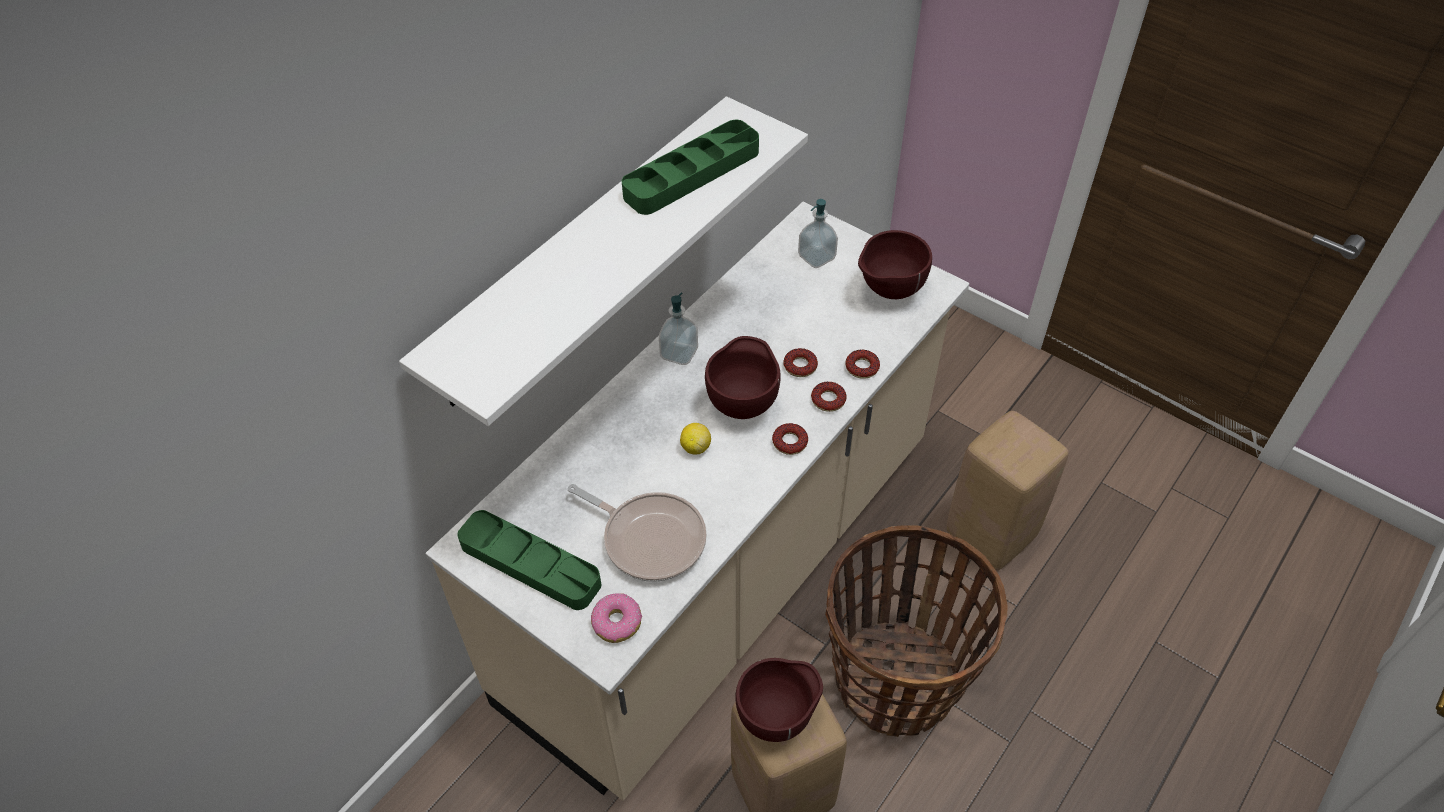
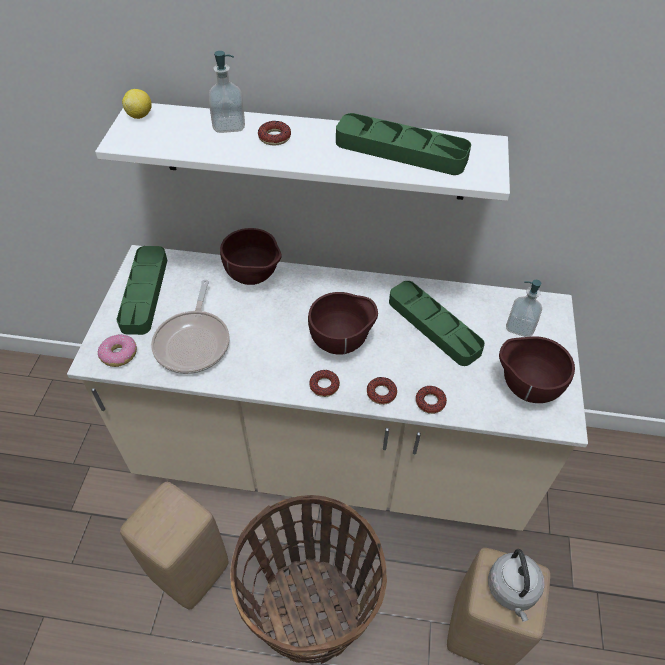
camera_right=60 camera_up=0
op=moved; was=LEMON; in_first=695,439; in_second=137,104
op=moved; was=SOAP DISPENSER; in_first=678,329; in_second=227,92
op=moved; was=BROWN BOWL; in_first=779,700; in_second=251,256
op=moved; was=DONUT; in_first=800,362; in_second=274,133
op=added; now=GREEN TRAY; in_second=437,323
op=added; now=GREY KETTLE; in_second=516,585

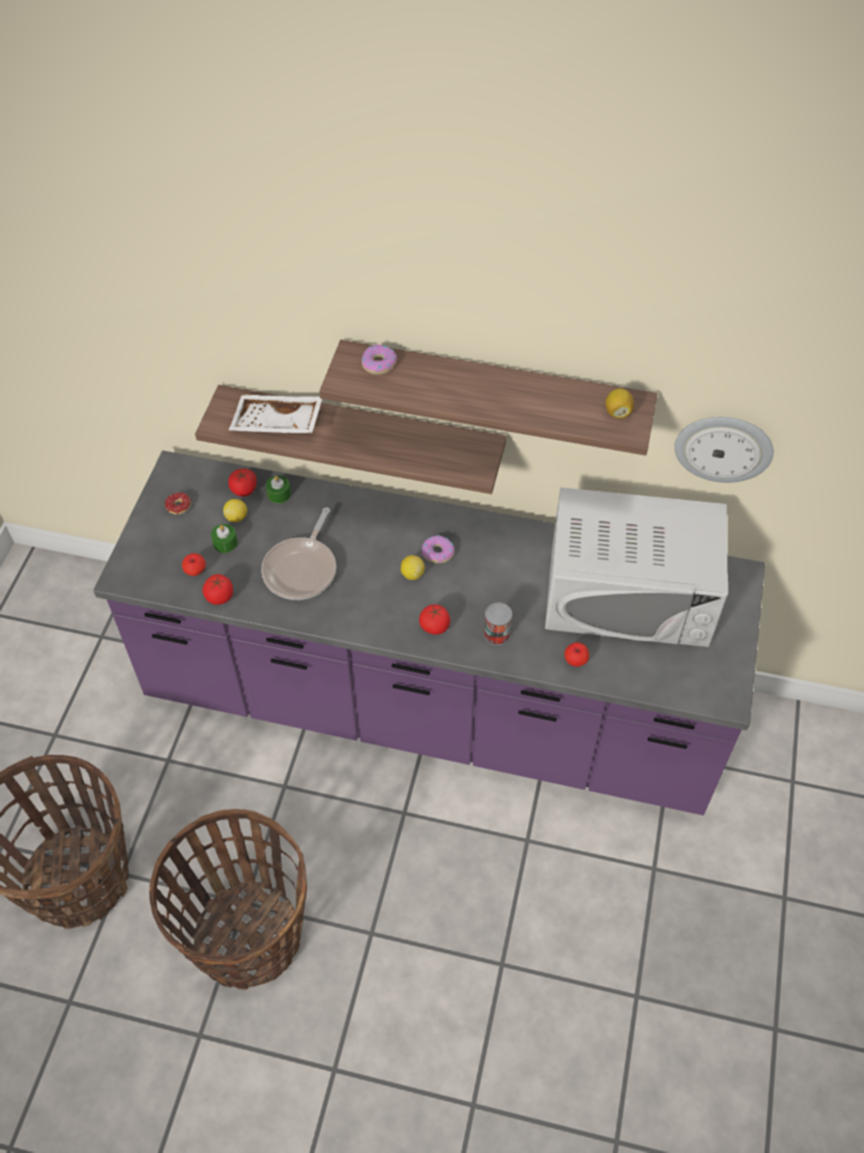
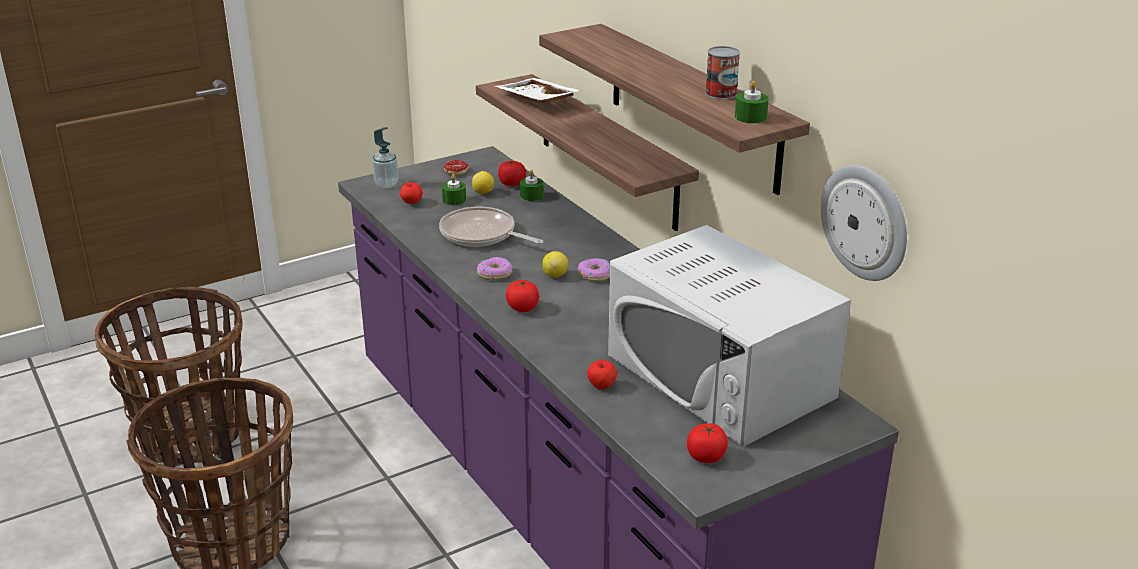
camera_right=45 camera_up=-25
op=added; now=SOAP DISPENSER; in_second=385,157
op=turned; was=FRYING PAN; in_first=298,554; in_second=491,227; clockwise=60
op=moved; was=DONUT; in_first=379,359; in_second=494,268
op=moved; was=TOMATO; in_first=217,589; in_second=707,443
op=moved; was=CAN; in_first=498,623; in_second=722,72
op=replaced; was=LEMON; now=GREEN CANDLE; in_first=619,403; in_second=752,102

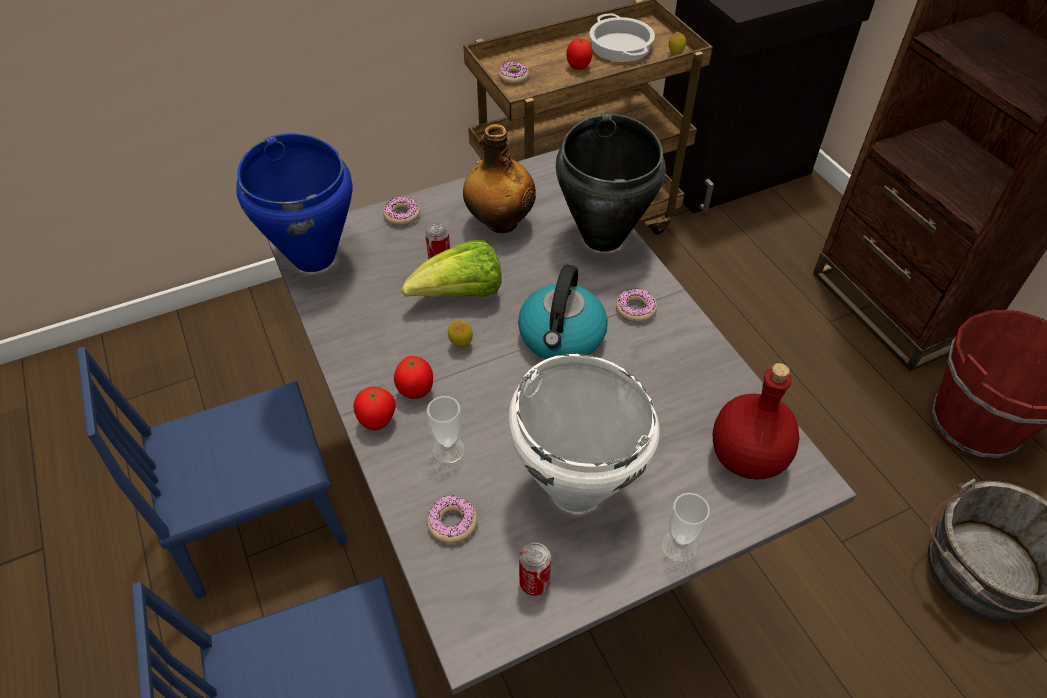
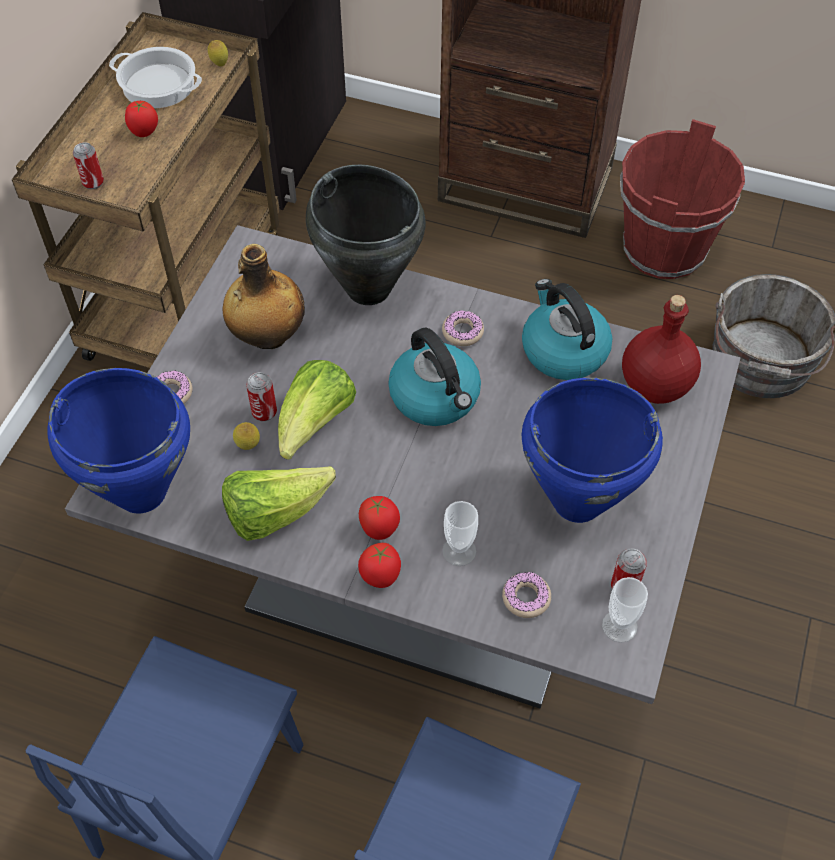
camera_right=-45 camera_up=5
op=replaced; was=DONUT; now=CAN; in_first=514,73; in_second=88,165
op=added; now=LETTUCE; in_second=279,503
op=moved; was=LEMON; in_first=460,333; in_second=246,436
op=added; now=KETTLE; in_second=567,329
op=recoloured; was=WHITE COOKING POT; now=BLUE COOKING POT; in_first=584,433; in_second=592,450
op=moved; was=CUP; in_first=685,528; in_second=625,610

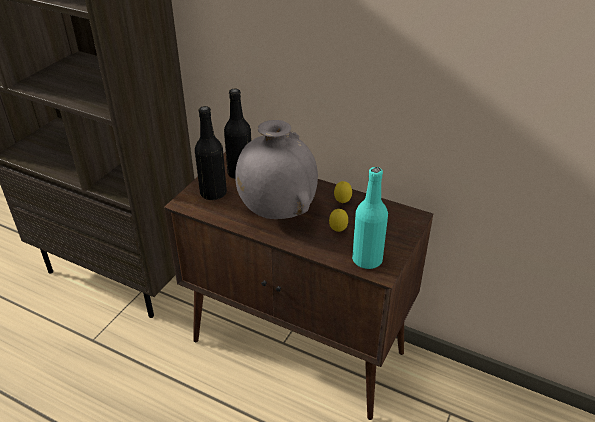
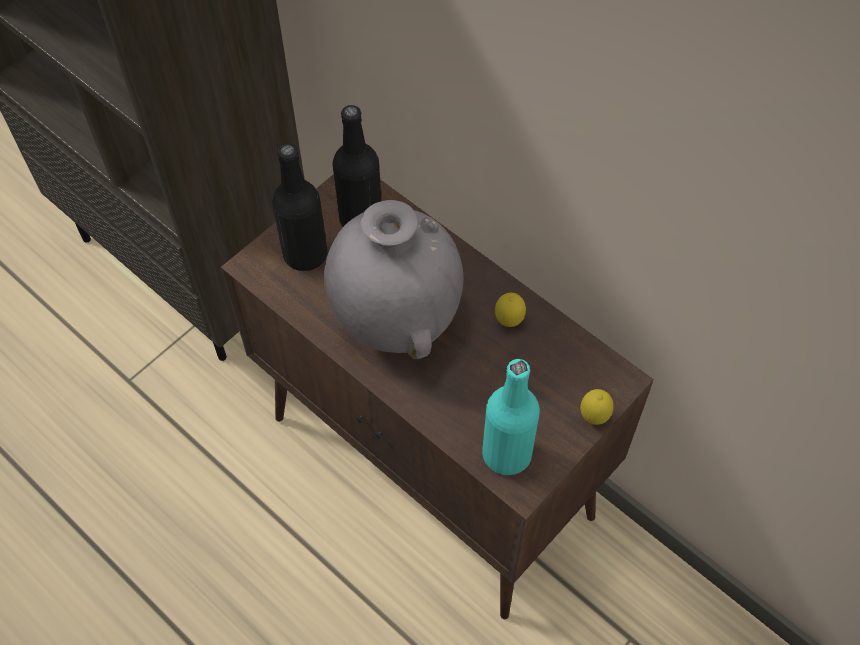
camera_right=15 camera_up=20
op=moved; was=LEMON; in_first=338,220; in_second=597,407

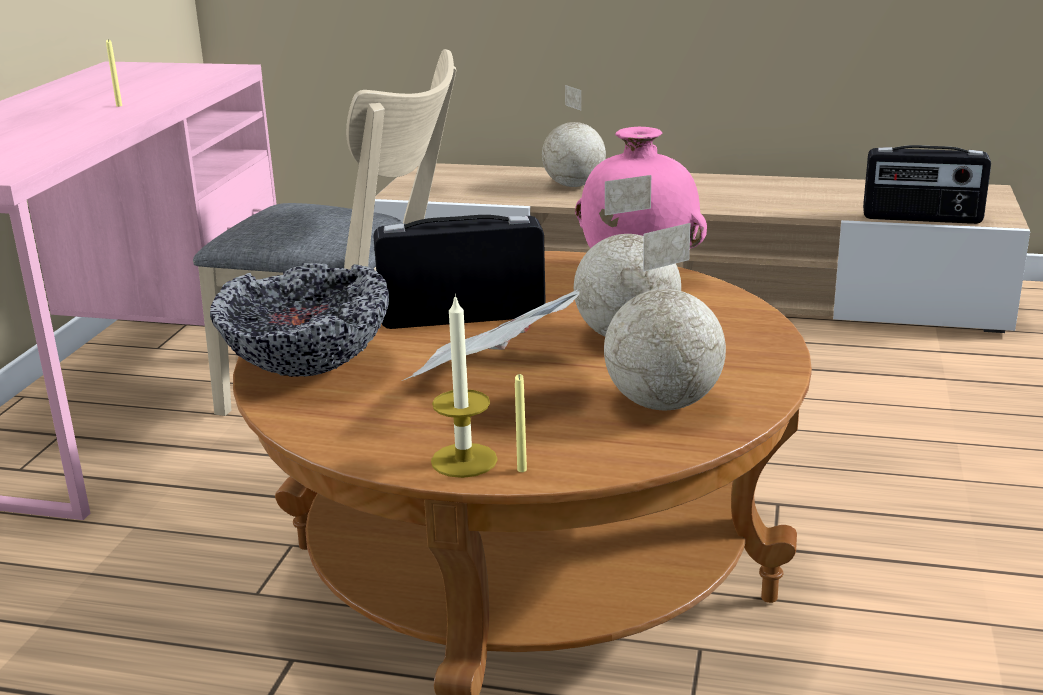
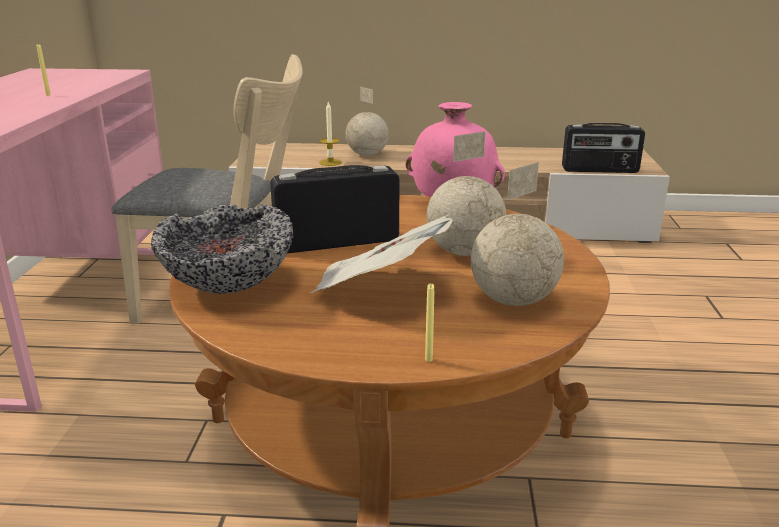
camera_right=-10 camera_up=0
op=moved; was=CANDLE; in_first=464,386; in_second=330,134

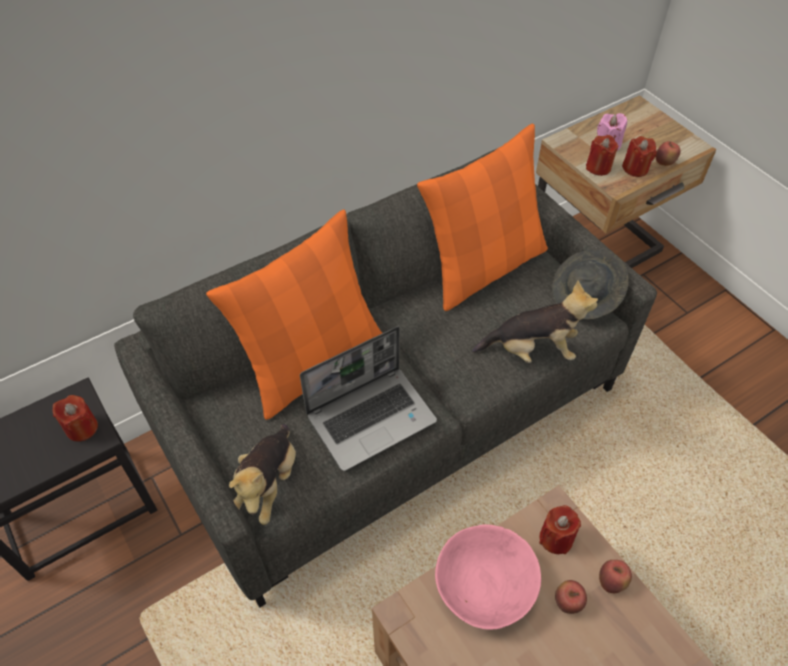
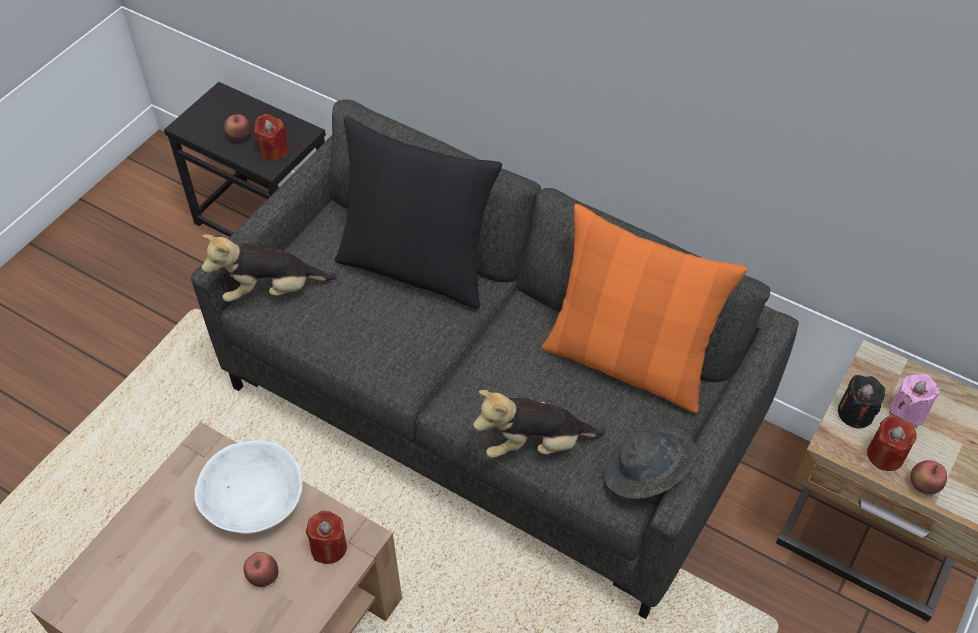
camera_right=65 camera_up=0
op=recoloured; was=PINK BOWL; now=WHITE BOWL; in_first=488,577; in_second=248,487
op=moved; was=APPLE; in_first=615,576; in_second=237,127
op=recoloured; was=ORANGE PILLOW; now=BLACK PILLOW; in_first=294,314; in_second=418,213
op=turned; was=PLUSH TOY; in_first=535,322; in_second=539,424; clockwise=105
op=recoloured; was=RED CANDLE; now=BLACK CANDLE; in_first=602,155; in_second=861,401
op=removed; was=LAPTOP; in_first=368,398

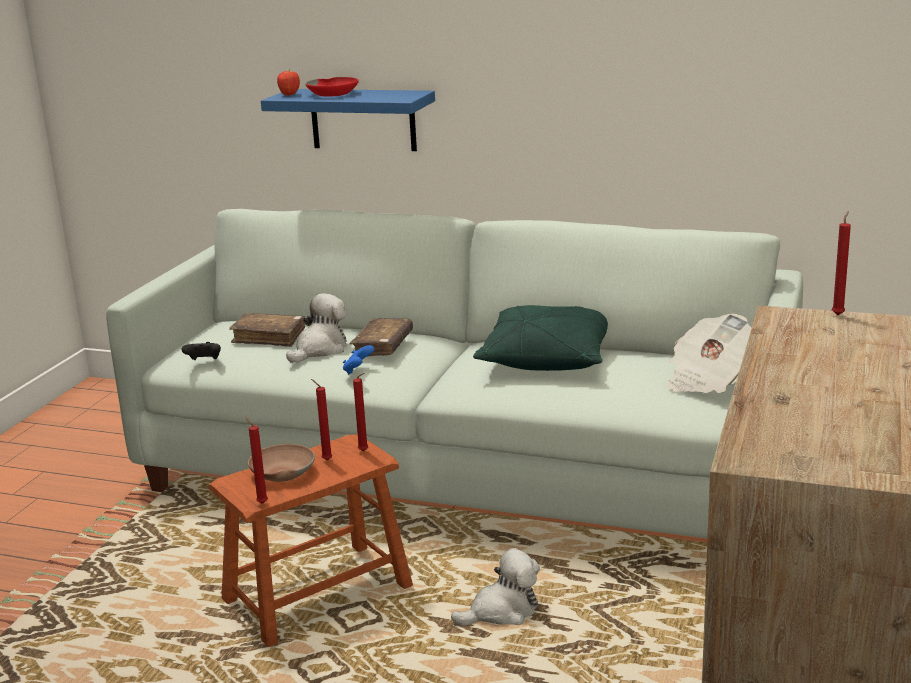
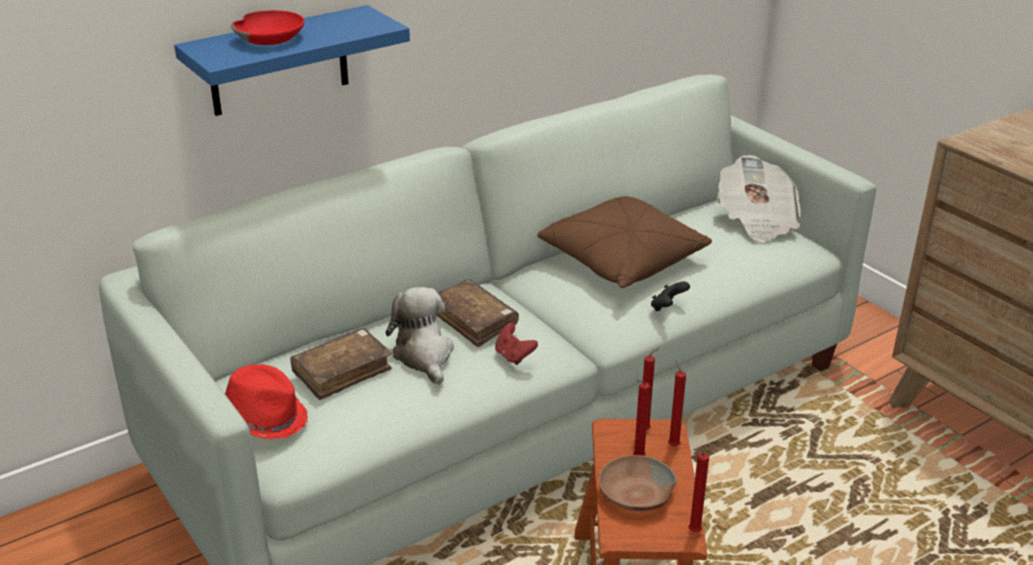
camera_right=-55 camera_up=10
op=added; now=RED HAT; in_second=266,402
op=recoloured; was=BLUE GAME CONTROLLER; now=RED GAME CONTROLLER; in_first=358,360; in_second=516,344
op=recoloured; was=GREEN PILLOW; now=BROWN PILLOW; in_first=540,338; in_second=624,242
op=moved; was=BLACK GAME CONTROLLER; in_first=201,351; in_second=670,296
op=moved; was=RED CANDLE; in_first=841,263; in_second=677,403
op=removed; was=APPLE; in_first=288,82
op=removed; was=PLUSH TOY; in_first=495,587

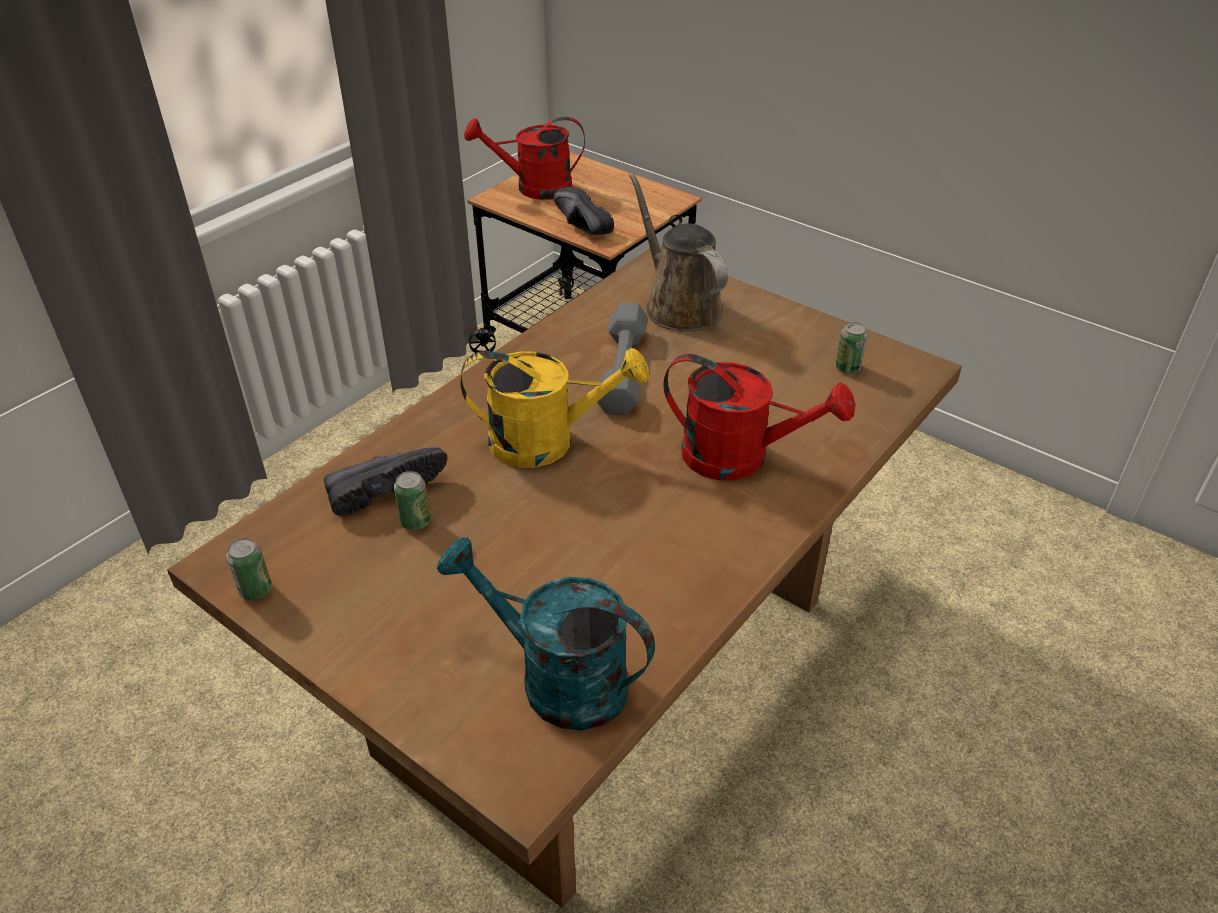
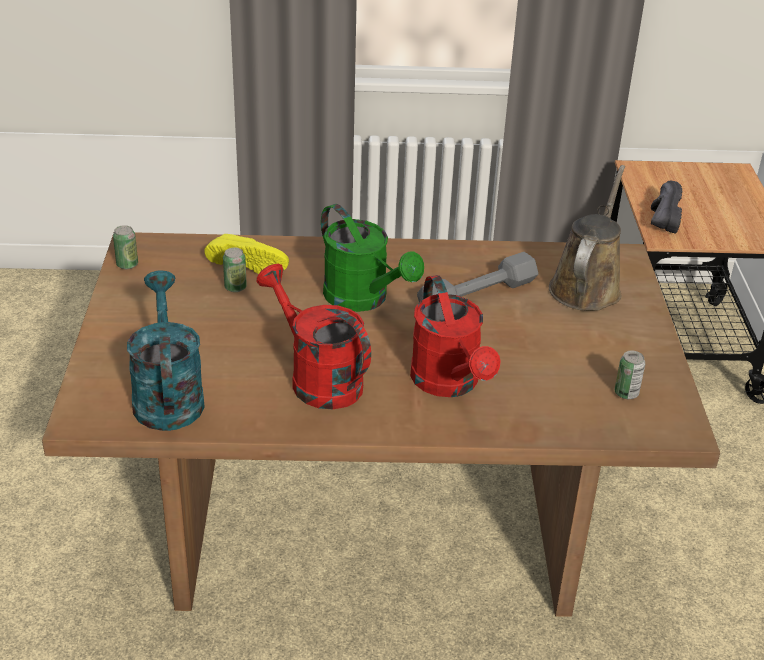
camera_right=50 camera_up=-5
op=recoloured; was=BLACK SHOE; now=YELLOW SHOE; in_first=386,481; in_second=246,254
op=moved; was=RED WATERING CAN; in_first=524,158; in_second=313,336
op=recoloured; was=YELLOW WATERING CAN; now=GREEN WATERING CAN; in_first=554,408; in_second=372,258

